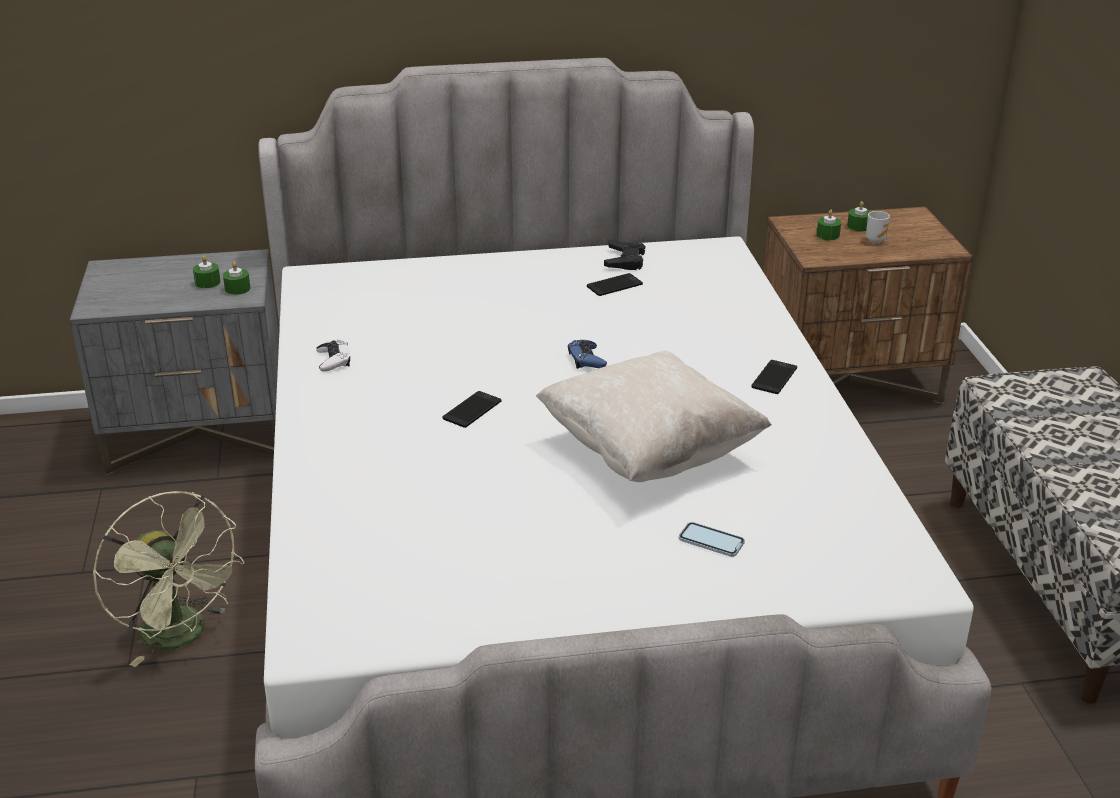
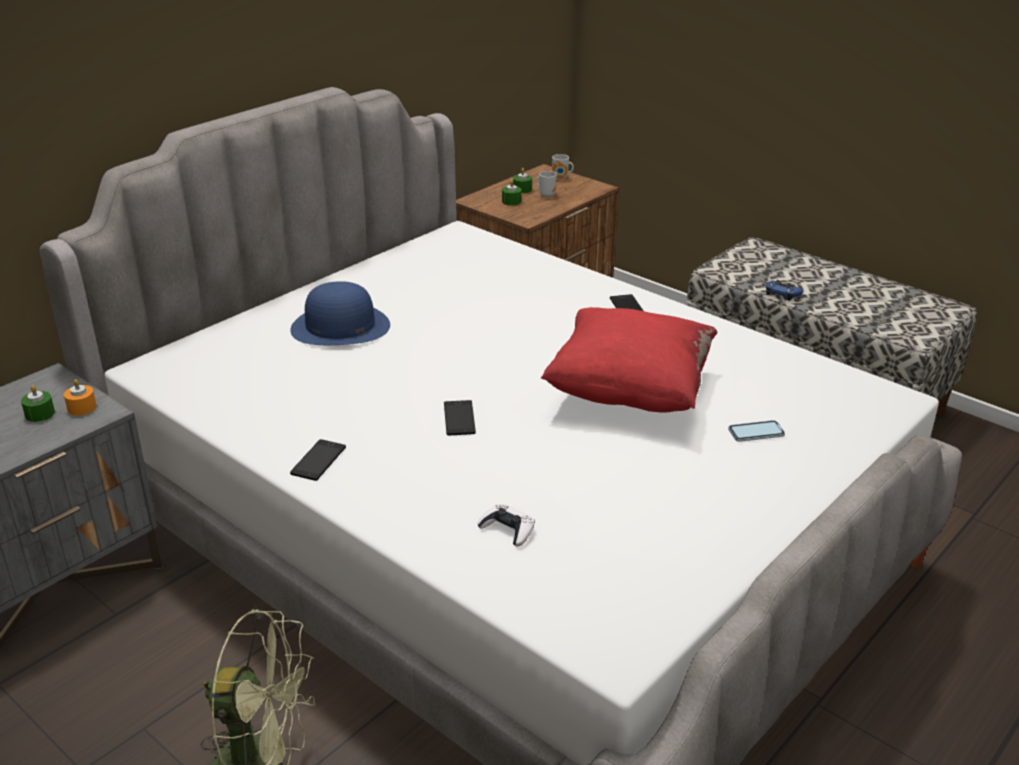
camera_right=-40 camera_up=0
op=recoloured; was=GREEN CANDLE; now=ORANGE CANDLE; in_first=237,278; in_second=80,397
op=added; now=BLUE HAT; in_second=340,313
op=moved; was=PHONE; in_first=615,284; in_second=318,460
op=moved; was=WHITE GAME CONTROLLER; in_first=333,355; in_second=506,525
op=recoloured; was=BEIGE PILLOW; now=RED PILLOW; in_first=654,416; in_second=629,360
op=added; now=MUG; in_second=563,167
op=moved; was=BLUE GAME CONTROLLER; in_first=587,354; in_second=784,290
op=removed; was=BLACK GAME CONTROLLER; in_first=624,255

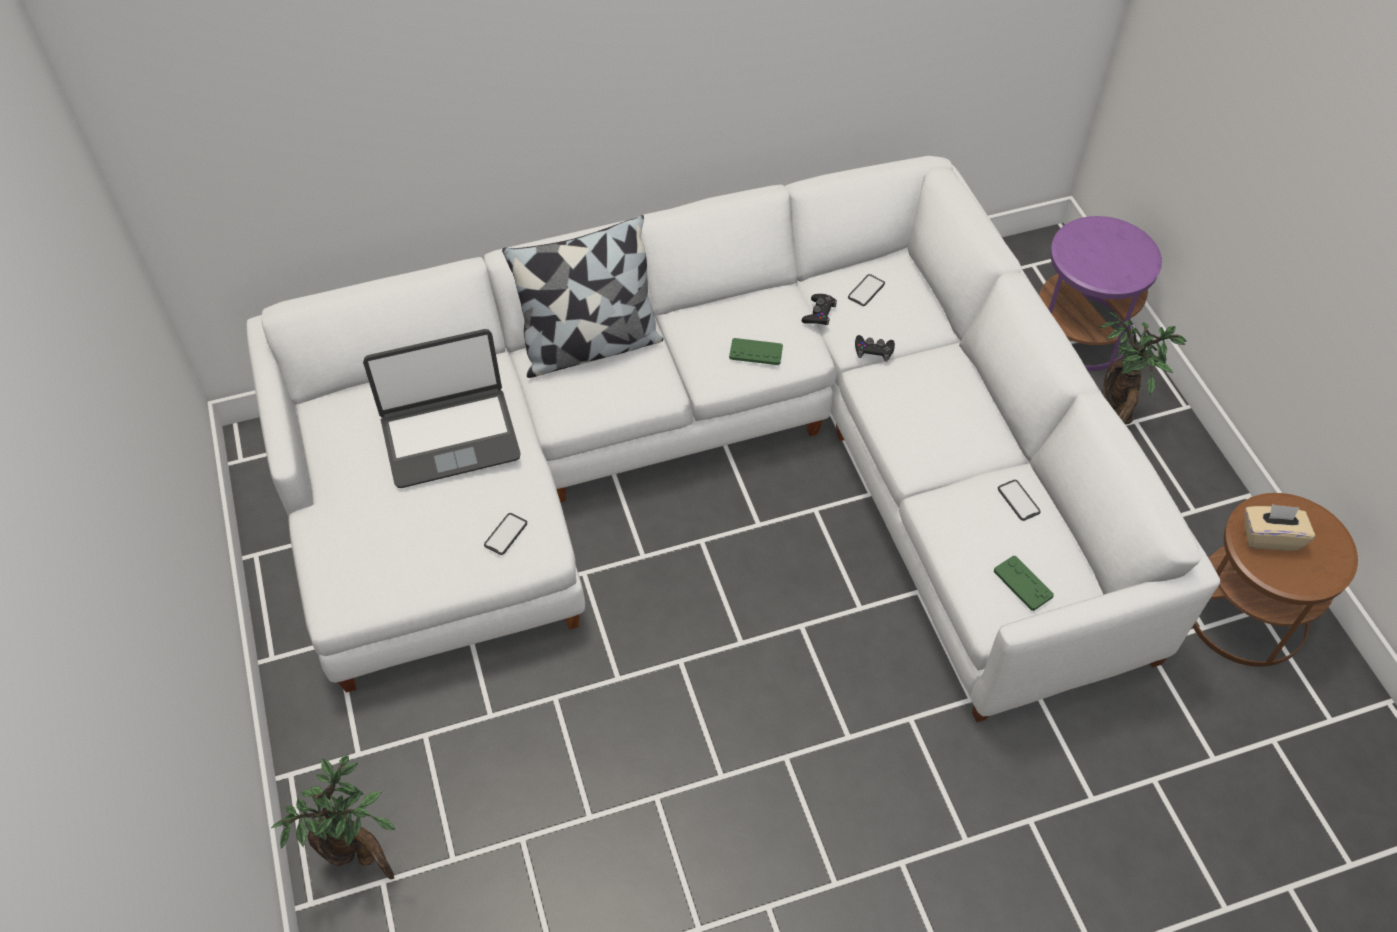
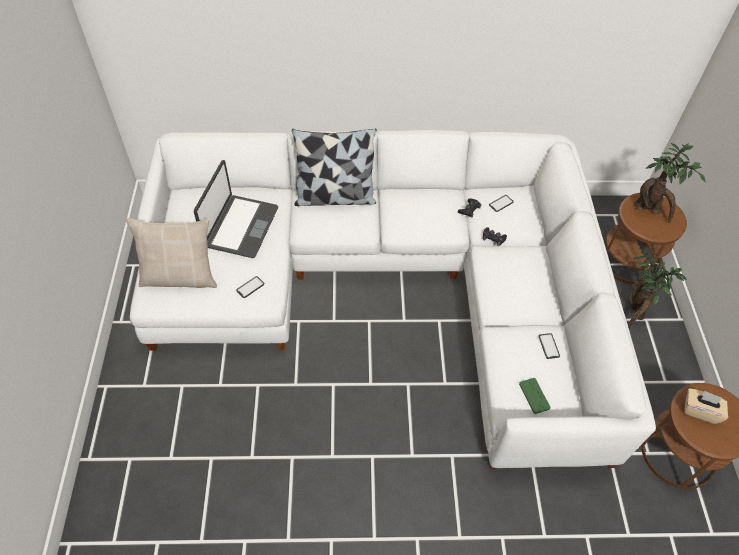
camera_right=15 camera_up=0
op=added; now=BEIGE PILLOW; in_second=171,253
op=turned; was=LAPTOP; in_first=442,408; in_second=236,209; clockwise=-75
op=recoloured; was=PURPLE SIDE TABLE; now=BROWN SIDE TABLE; in_first=1100,293; in_second=645,239
op=moved; was=POTTED PLANT; in_first=333,817; in_second=670,183
op=removed; was=GREEN GAME CONTROLLER; in_first=756,351

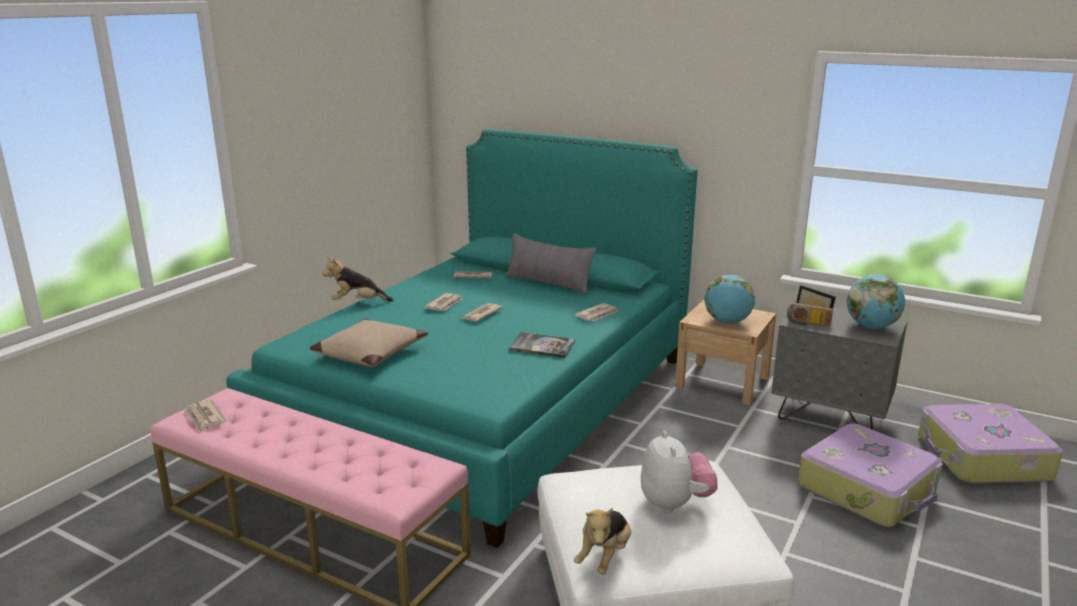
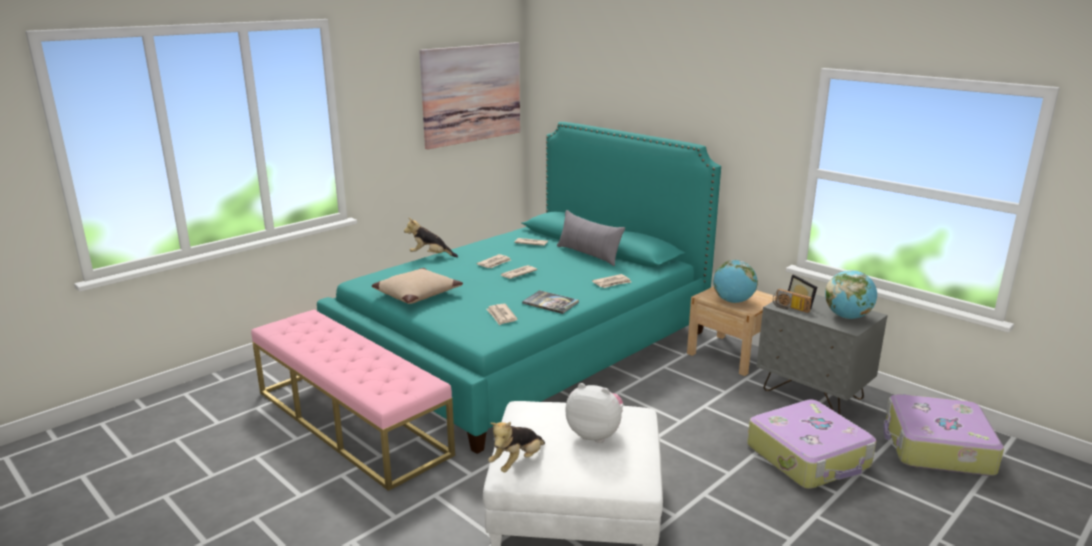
camera_right=15 camera_up=0
op=added; now=PICTURE; in_second=469,95
op=moved; was=NEWSPAPER; in_first=205,415; in_second=502,315
op=turned; was=PLUSH TOY; in_first=679,472; in_second=594,413; clockwise=-75

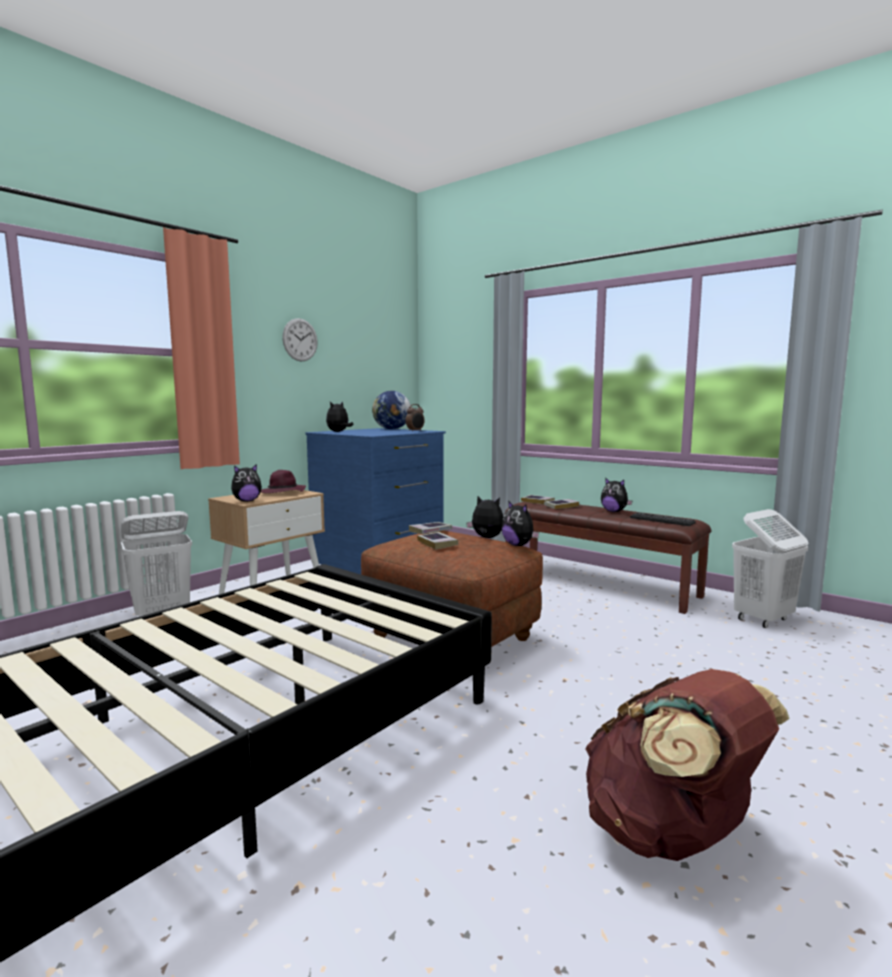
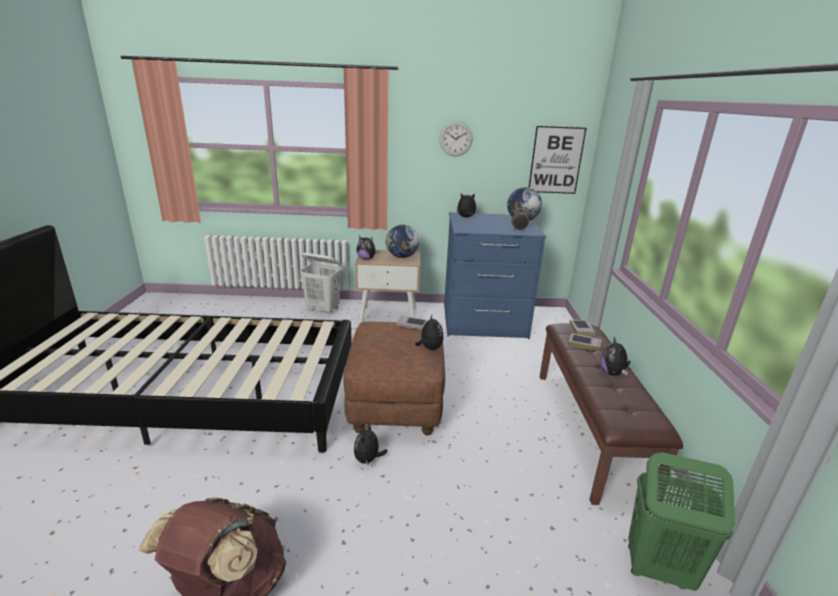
camera_right=50 camera_up=15
op=moved; was=PLUSH TOY; in_first=520,523; in_second=371,444
op=replaced; was=PURPLE HAT; now=GLOBE; in_first=283,481; in_second=402,241
op=added; now=PICTURE; in_second=558,160
op=recoloured; was=WHITE LAUNDRY BASKET; now=GREEN LAUNDRY BASKET; in_first=770,568; in_second=681,521
op=removed; was=BOOK; in_first=437,540
op=removed; was=KEYBOARD; in_first=663,519

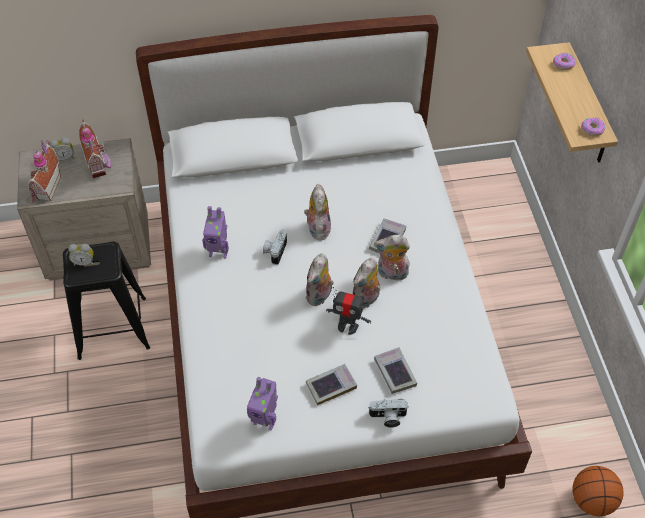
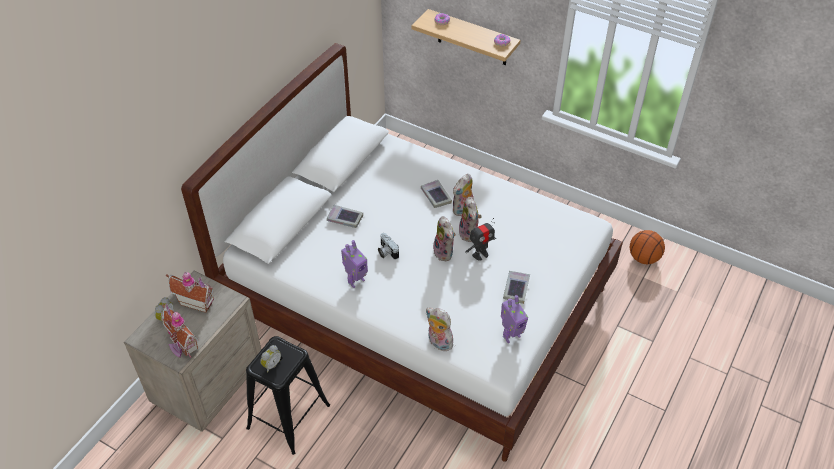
camera_right=-50 camera_up=-5
op=moved; was=BOOK; in_first=395,370; in_second=345,216
op=moved; was=PLUSH TOY; in_first=317,212; in_second=439,329
op=removed; was=PHOTO CAMERA; in_first=388,413

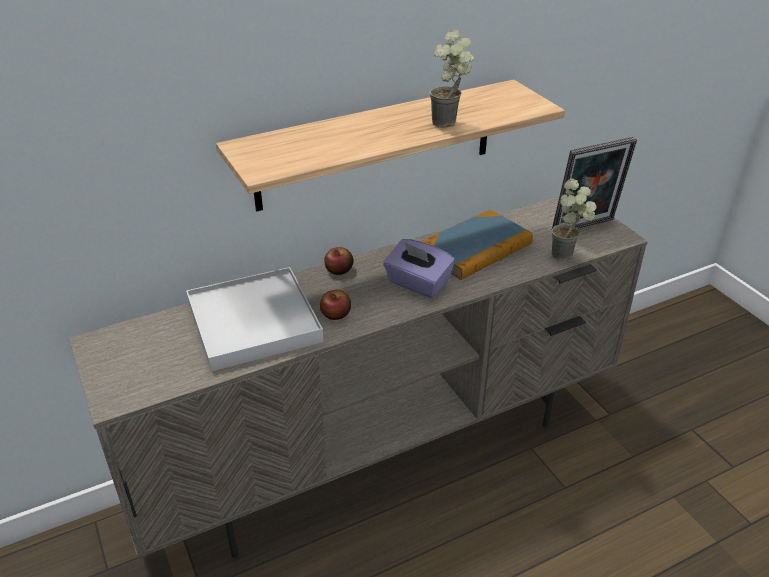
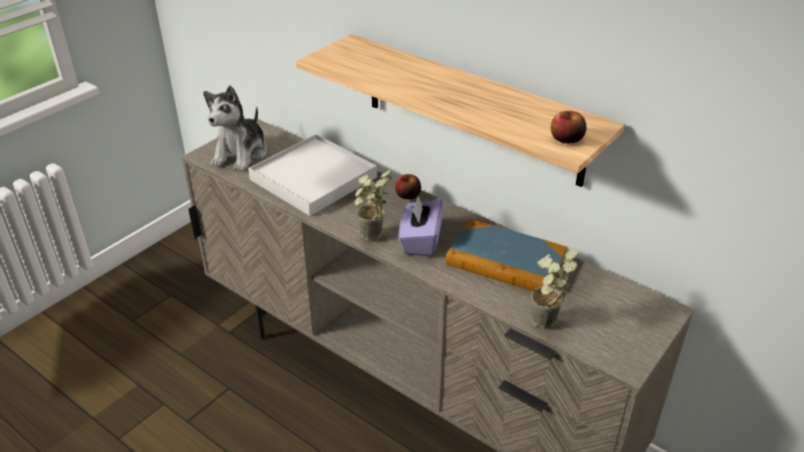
camera_right=65 camera_up=0
op=added; now=PLUSH TOY; in_second=235,128
op=moved; was=POTTED PLANT; in_first=451,78; in_second=373,205
op=moved; was=APPLE; in_first=335,305; in_second=568,127
op=removed; was=PICTURE FRAME; in_first=594,183

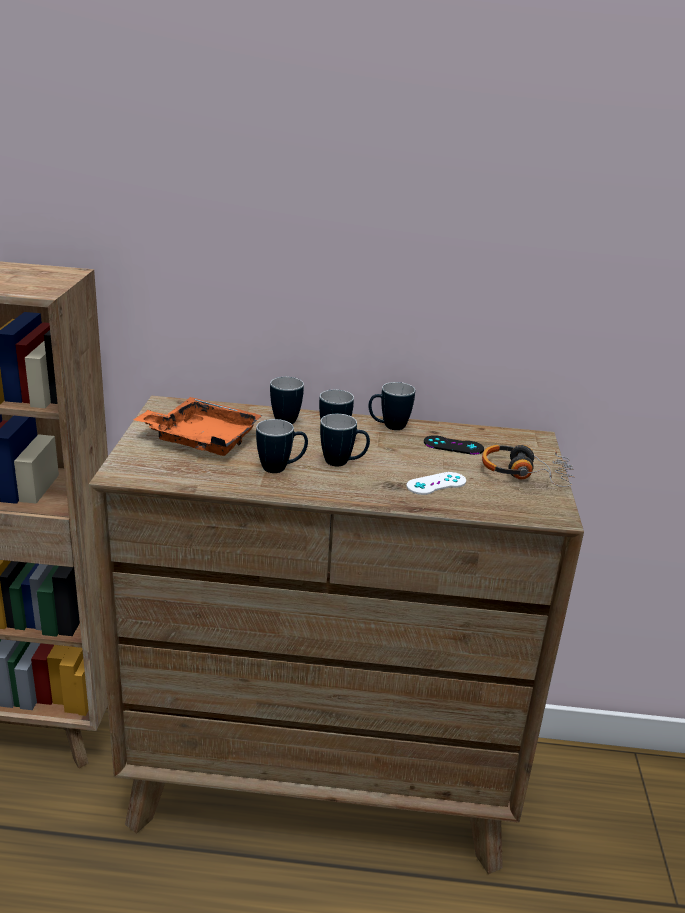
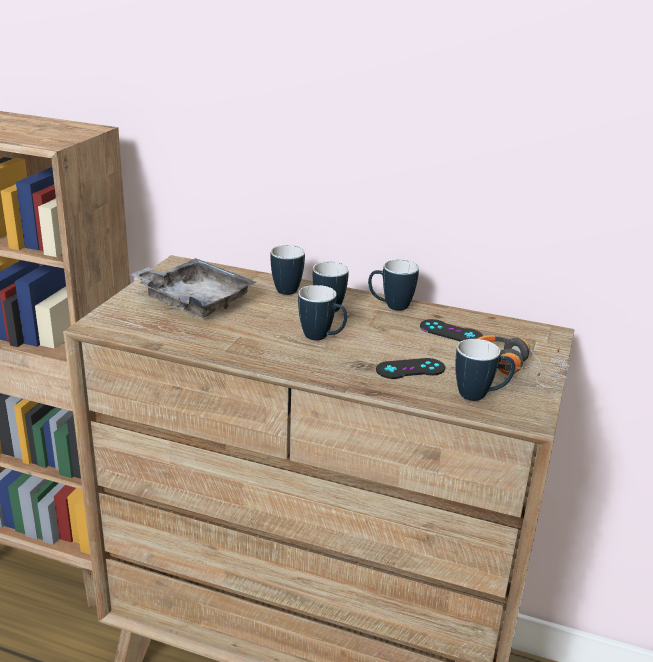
camera_right=15 camera_up=0
op=recoloured; was=ORANGE TRAY; now=GREY TRAY; in_first=198,426; in_second=192,288
op=recoloured; was=WHITE GAME CONTROLLER; now=BLACK GAME CONTROLLER; in_first=436,483; in_second=410,368
op=moved; was=MUG; in_first=282,446; in_second=485,370

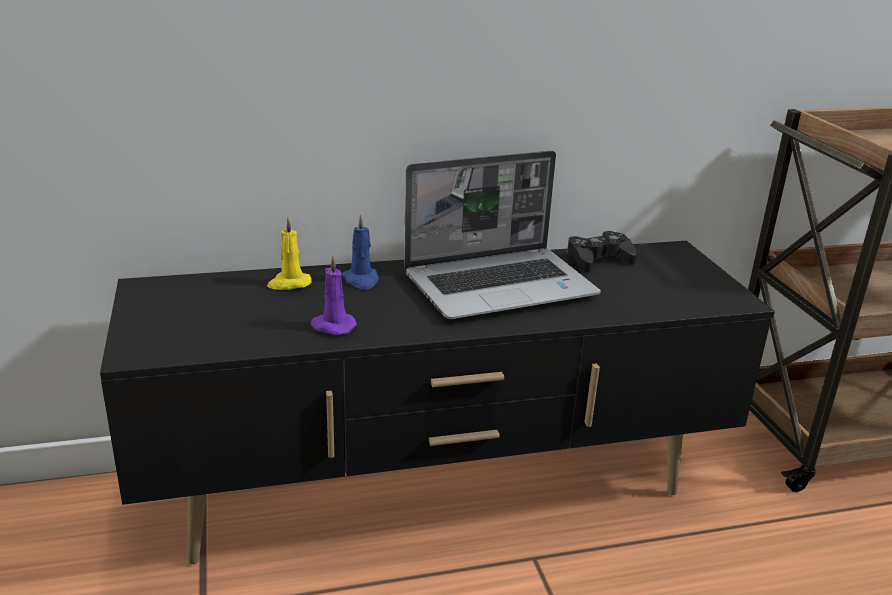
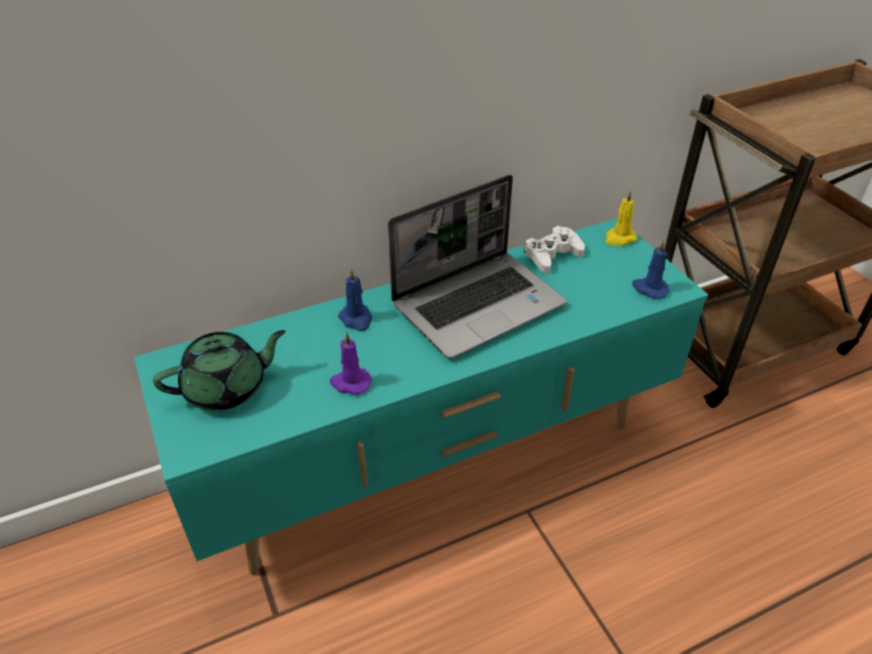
camera_right=-10 camera_up=15
op=recoloured; was=BLACK TV STAND; now=TURQUOISE TV STAND; in_first=437,402; in_second=421,396
op=added; now=GREEN TEAPOT; in_second=219,370
op=recoloured; was=BLACK GAME CONTROLLER; now=WHITE GAME CONTROLLER; in_first=602,251; in_second=554,250
op=moved; was=YELLOW CANDLE; in_first=289,253; in_second=621,218
op=added; now=BLUE CANDLE; in_second=651,269

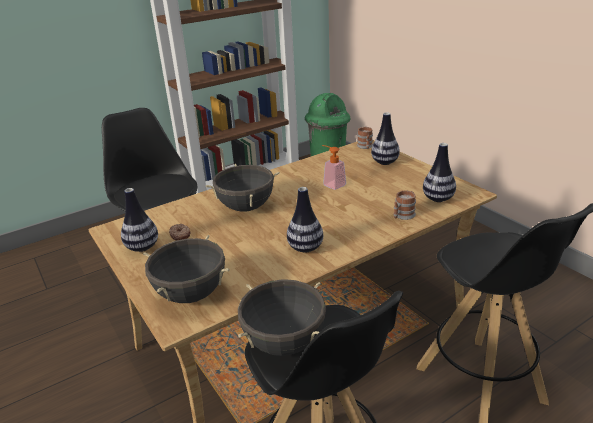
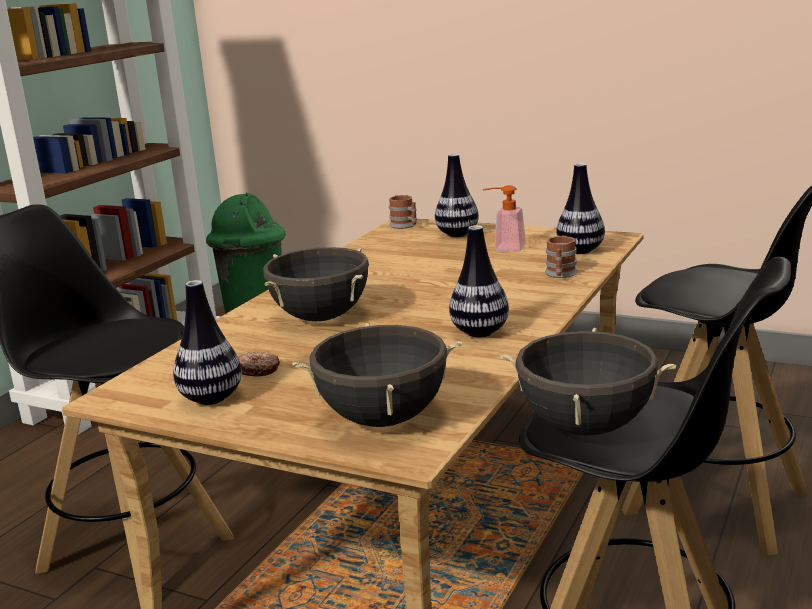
camera_right=-30 camera_up=-10
op=moved; was=SOAP DISPENSER; in_first=334,167; in_second=504,218

